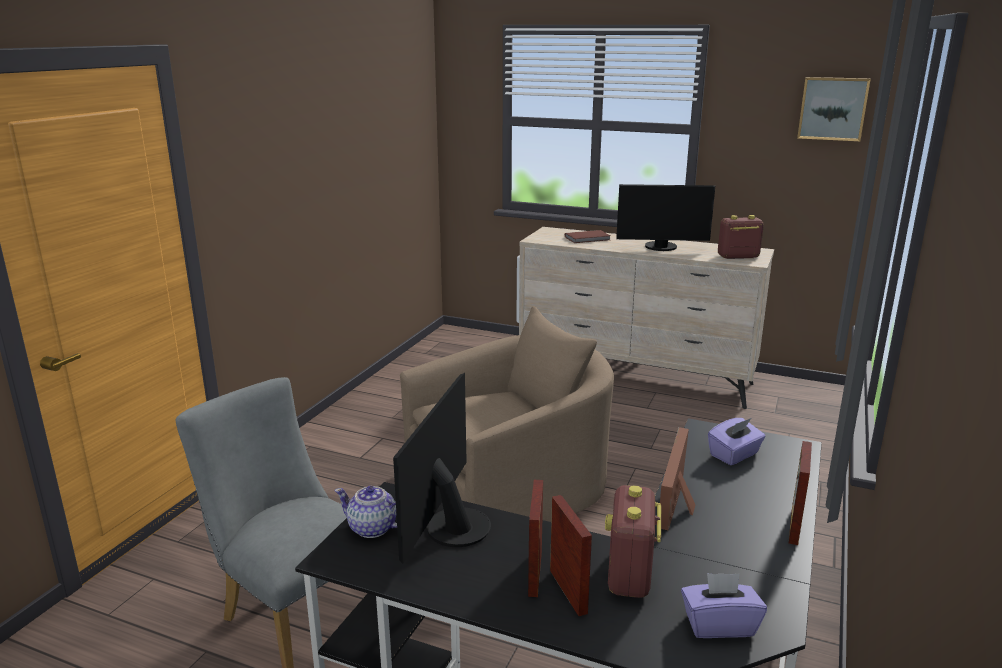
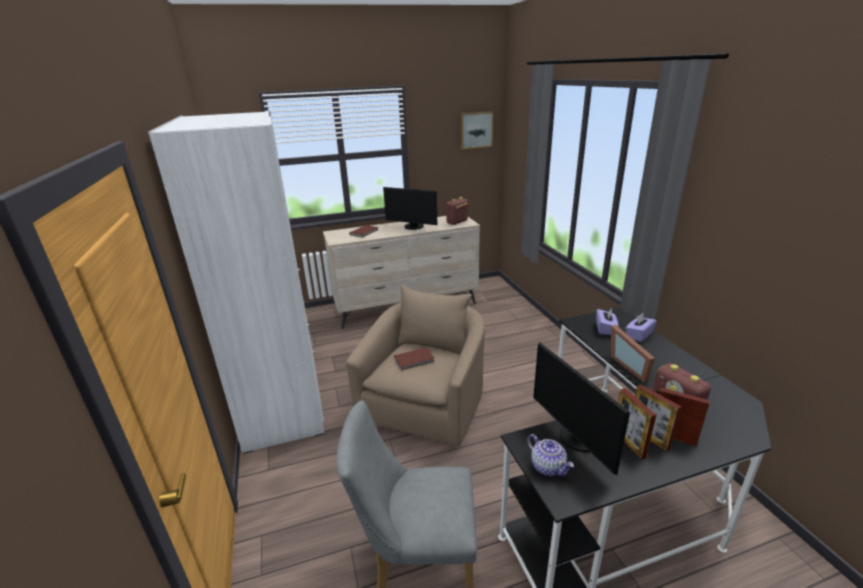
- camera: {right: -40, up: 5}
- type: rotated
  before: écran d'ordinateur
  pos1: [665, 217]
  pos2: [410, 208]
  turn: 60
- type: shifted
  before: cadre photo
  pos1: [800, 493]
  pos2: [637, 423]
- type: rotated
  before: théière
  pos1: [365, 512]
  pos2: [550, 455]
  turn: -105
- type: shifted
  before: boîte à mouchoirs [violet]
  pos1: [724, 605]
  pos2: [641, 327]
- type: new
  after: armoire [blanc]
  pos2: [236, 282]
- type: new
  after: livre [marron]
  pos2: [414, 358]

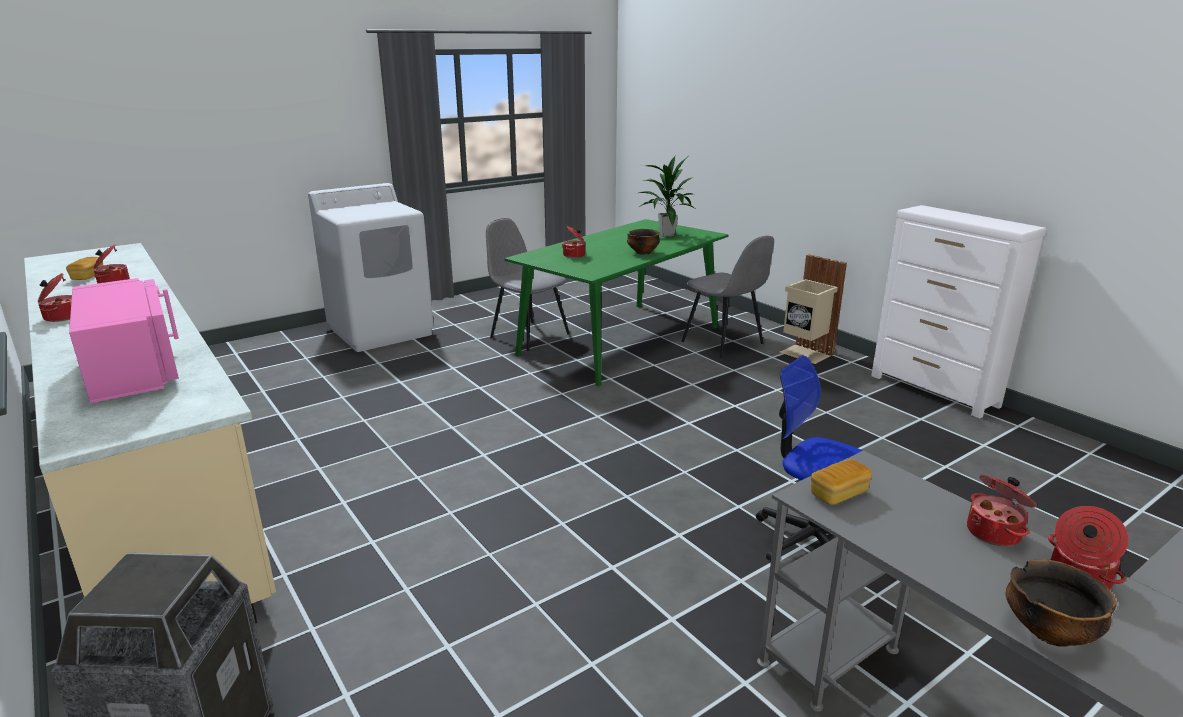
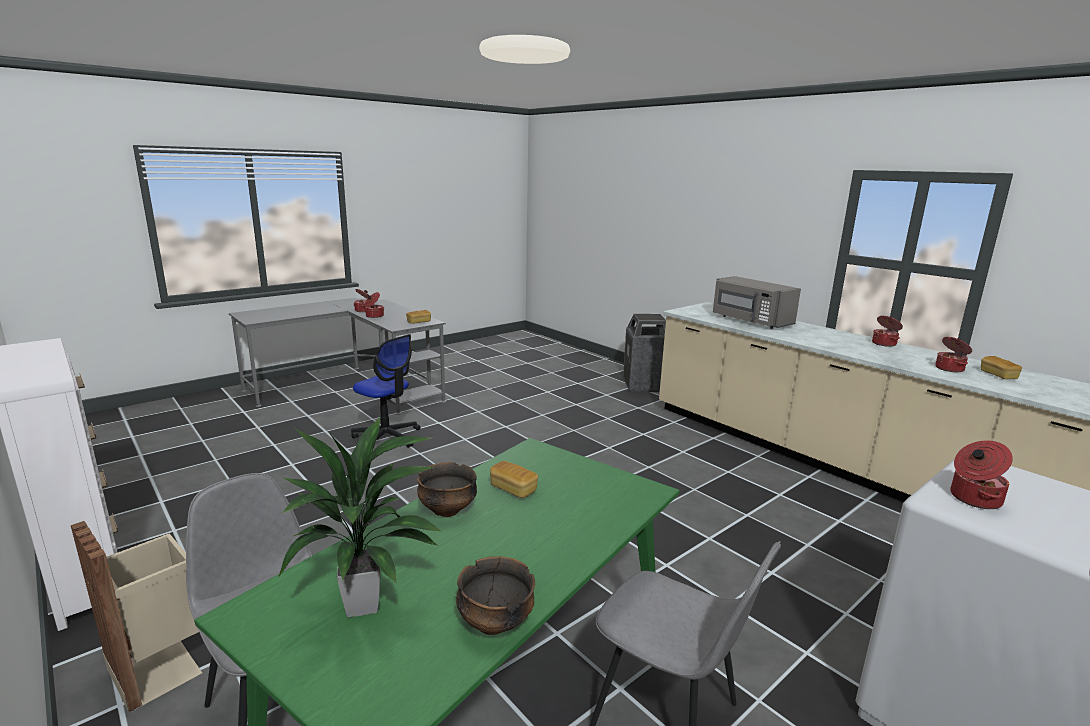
- camera: {right: 175, up: -5}
- type: shifted
  before: marmite
  pos1: [573, 242]
  pos2: [982, 474]
- type: repainted
  before: micro-ondes [rose]
  after: micro-ondes [gris]
  pos1: [124, 340]
  pos2: [757, 302]
- type: shifted
  before: bol
  pos1: [1061, 603]
  pos2: [495, 595]
- type: new
  after: pain
  pos2: [514, 479]

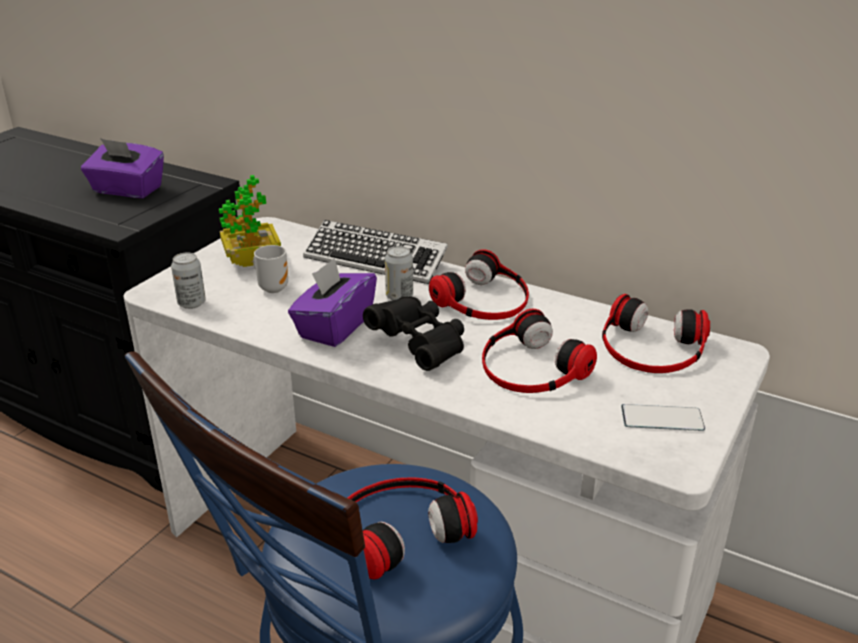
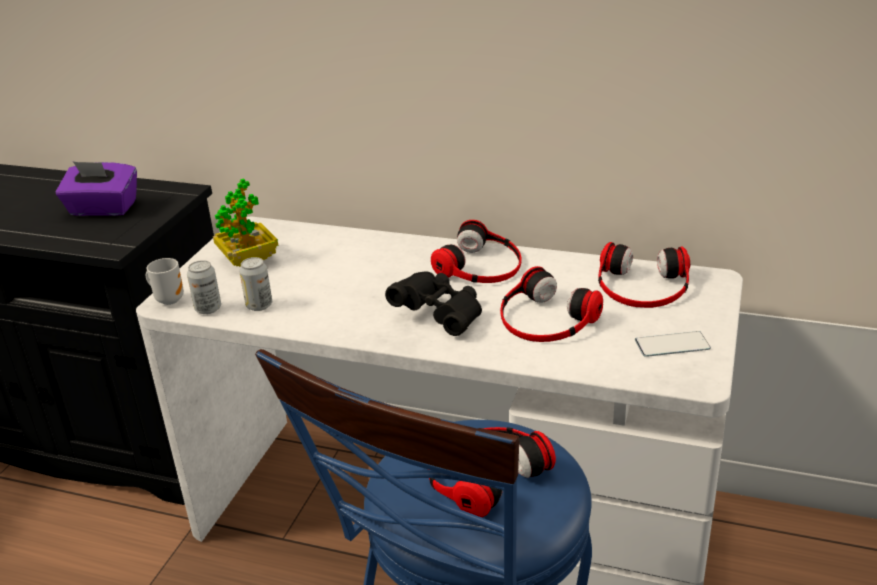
- camera: {right: -10, up: 0}
- type: gone
  before: clavier
  pos1: [375, 252]
- type: shifted
  before: mug
  pos1: [270, 269]
  pos2: [165, 281]
- type: shifted
  before: boîte métallique
  pos1: [399, 273]
  pos2: [255, 284]
- type: gone
  before: boîte à mouchoirs [violet]
  pos1: [332, 302]

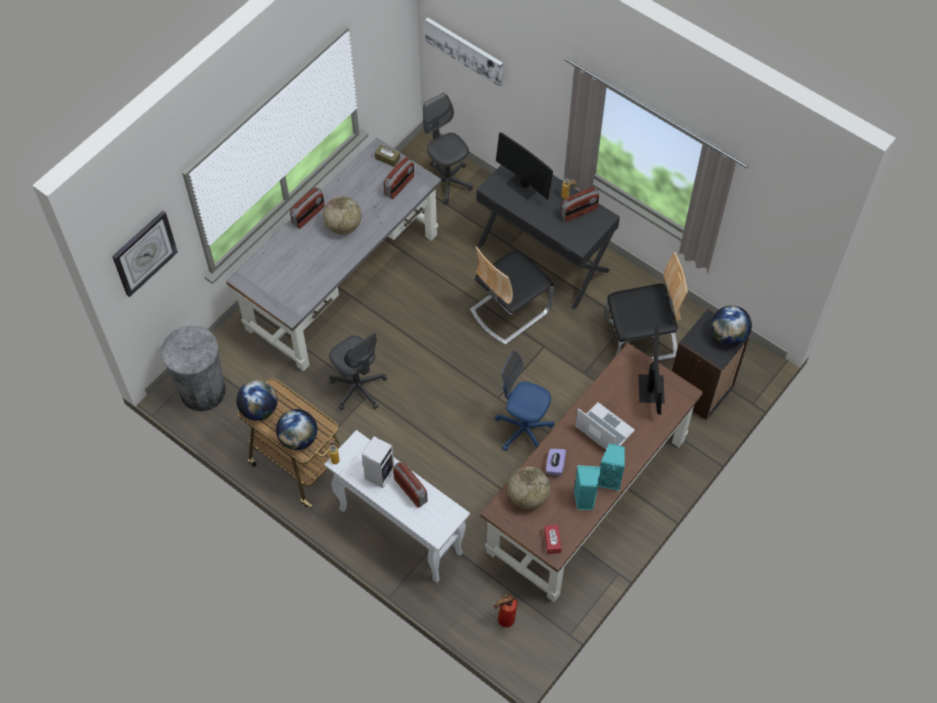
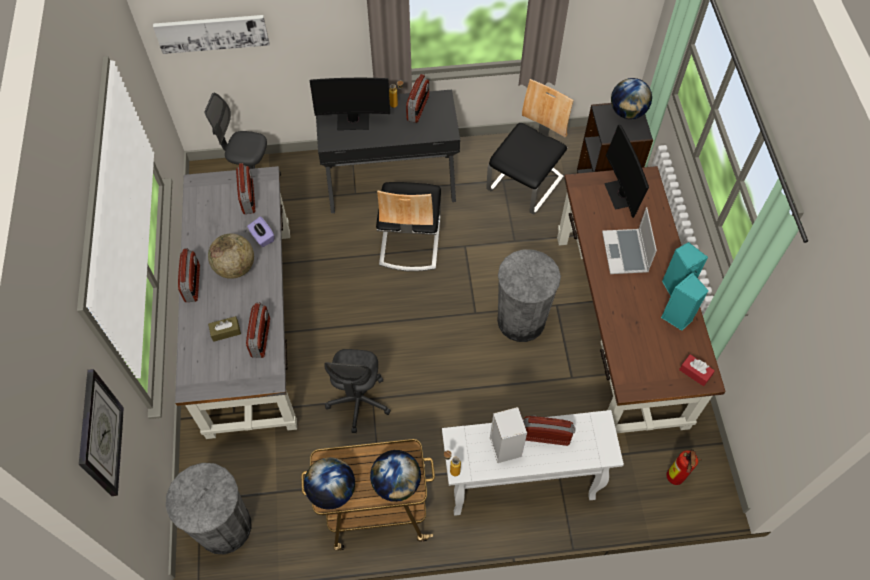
- camera: {right: -45, up: 0}
- type: shifted
  before: boîte à mouchoirs [marron]
  pos1: [387, 156]
  pos2: [224, 329]
- type: rotated
  before: écran d'ordinateur
  pos1: [651, 370]
  pos2: [626, 171]
  turn: -150
- type: rotated
  before: chaise de bureau [gris]
  pos1: [358, 371]
  pos2: [357, 391]
  turn: 90
- type: swapped
  before: chaise de bureau [bleu]
  after: poubelle [gris]
  pos1: [524, 401]
  pos2: [529, 295]
- type: rotated
  before: ordinateur portable
  pos1: [605, 426]
  pos2: [629, 240]
  turn: -90
- type: shifted
  before: boîte à mouchoirs [violet]
  pos1: [556, 462]
  pos2: [260, 232]
- type: gone
  before: globe
  pos1: [529, 487]
- type: new
  after: radio
  pos2: [258, 330]

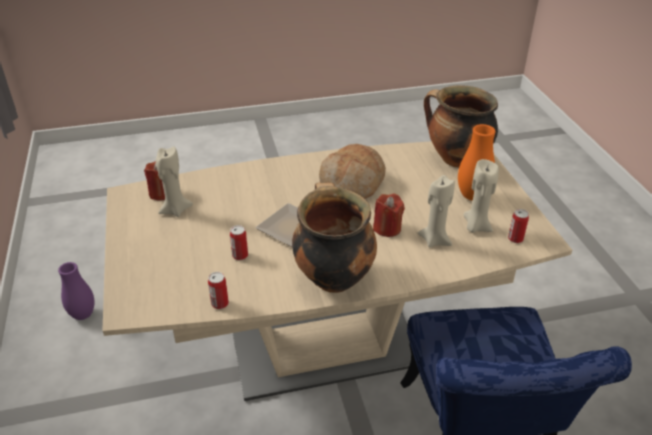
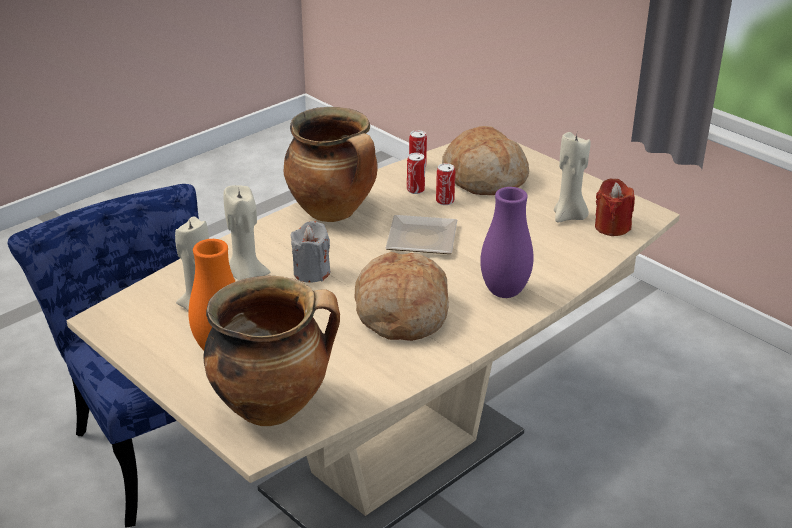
- camera: {right: 150, up: -5}
- type: repainted
  before: bougie [rouge]
  after: bougie [gris]
  pos1: [389, 215]
  pos2: [310, 252]
- type: shifted
  before: boîte métallique
  pos1: [518, 226]
  pos2: [416, 173]
- type: shifted
  before: vase [violet]
  pos1: [76, 291]
  pos2: [507, 242]
- type: new
  after: pain
  pos2: [485, 160]

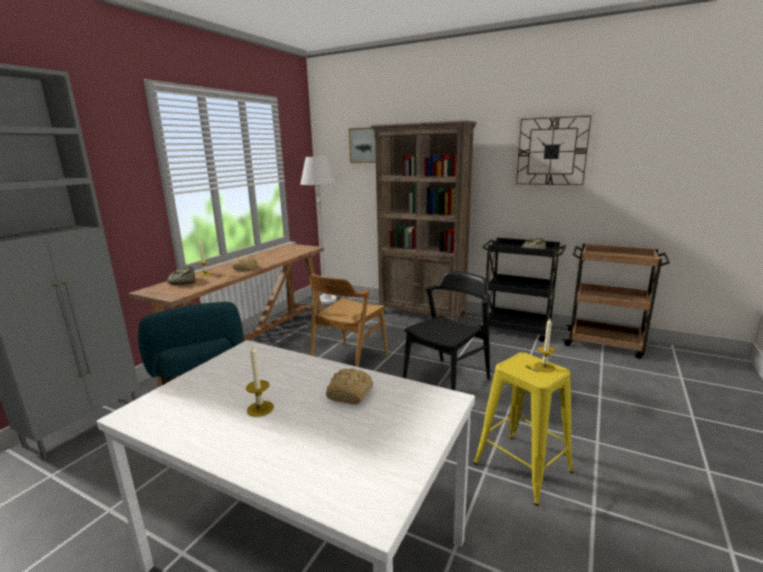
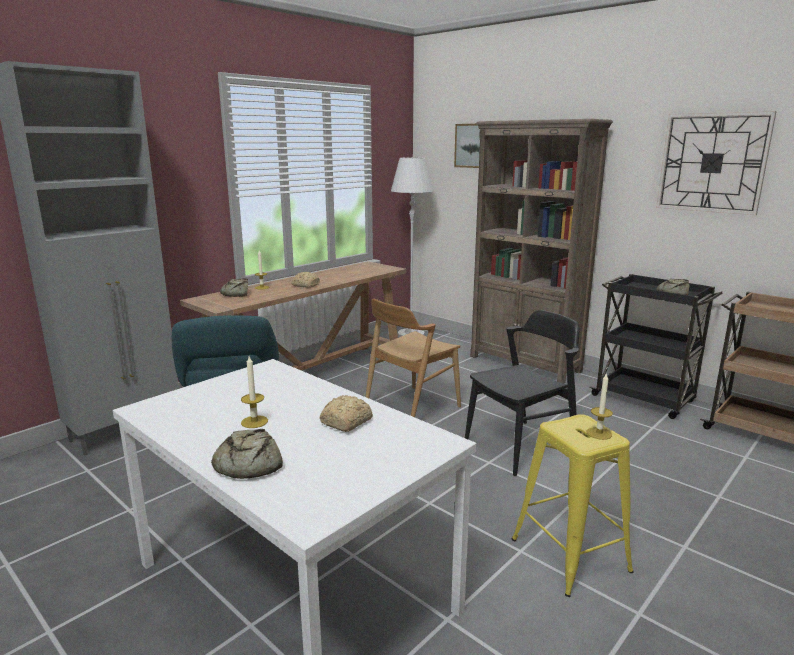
- camera: {right: 15, up: 0}
- type: new
  after: pain
  pos2: [247, 454]

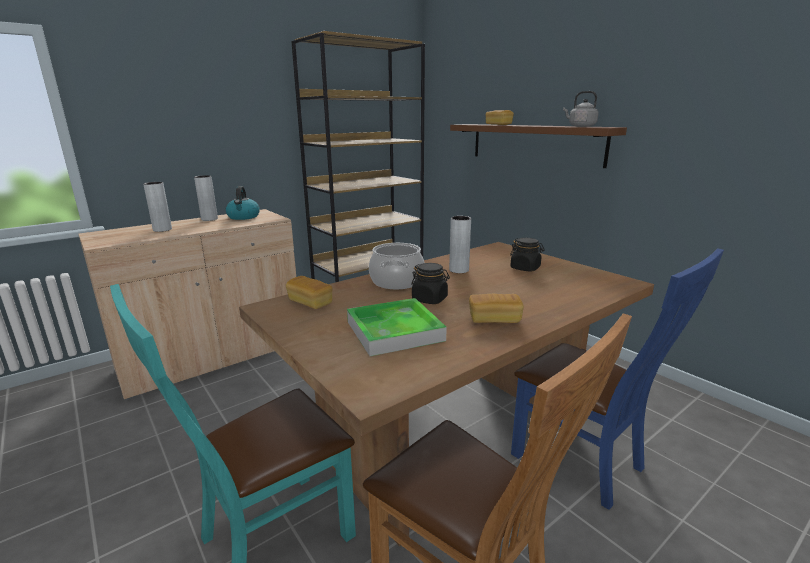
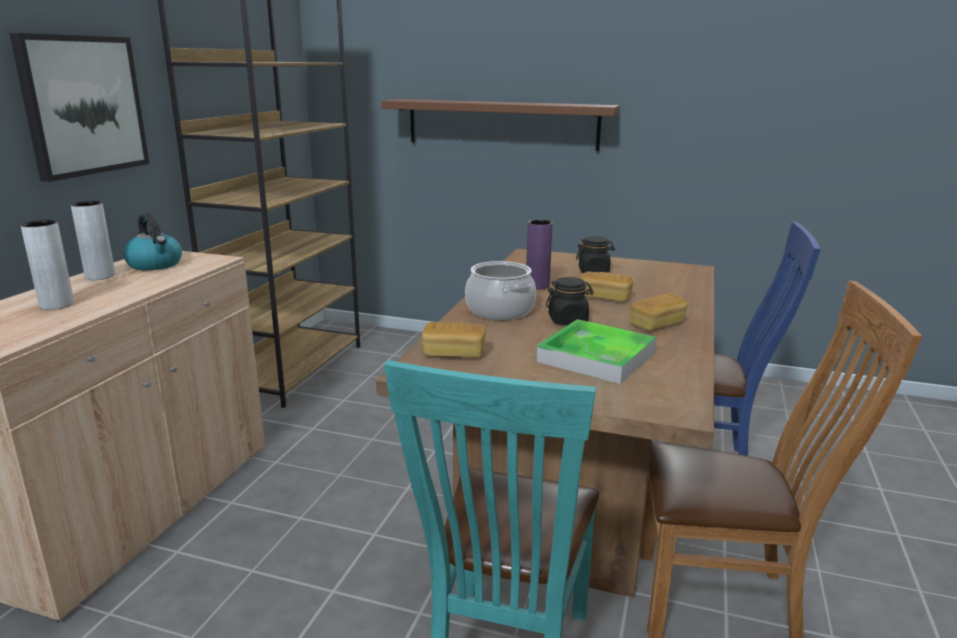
- camera: {right: -35, up: 0}
- type: gone
  before: bouilloire [gris]
  pos1: [580, 109]
- type: shifted
  before: pain
  pos1: [500, 117]
  pos2: [607, 286]
- type: repainted
  before: vase [gris]
  after: vase [violet]
  pos1: [460, 244]
  pos2: [539, 255]
- type: new
  after: tableau
  pos2: [79, 107]

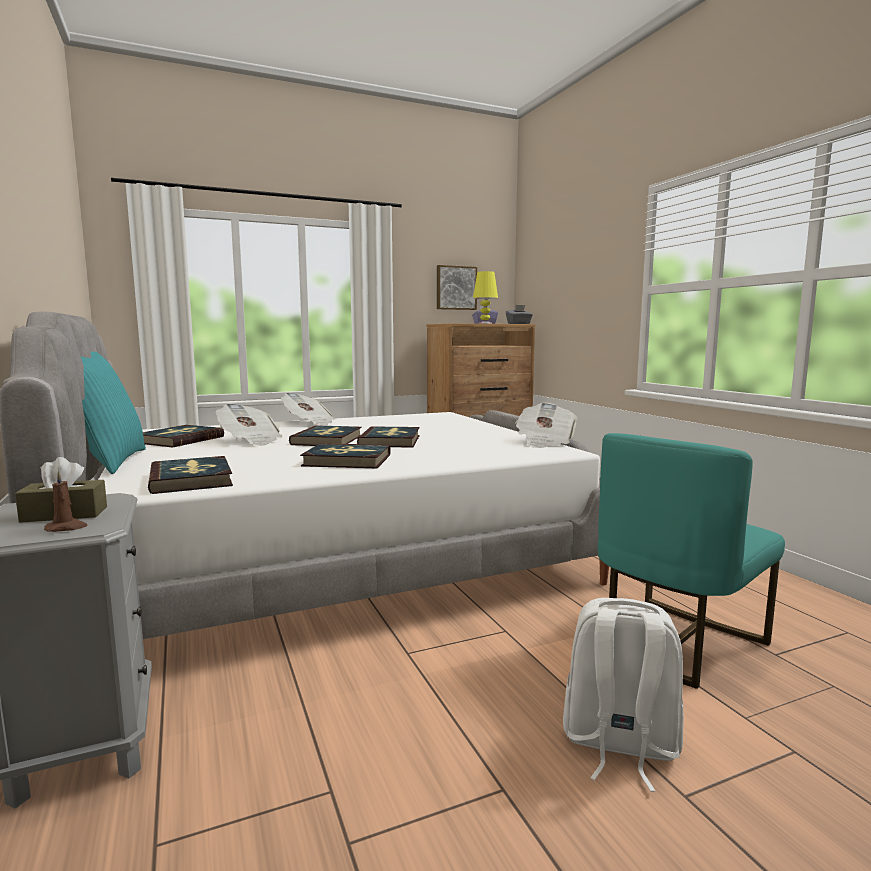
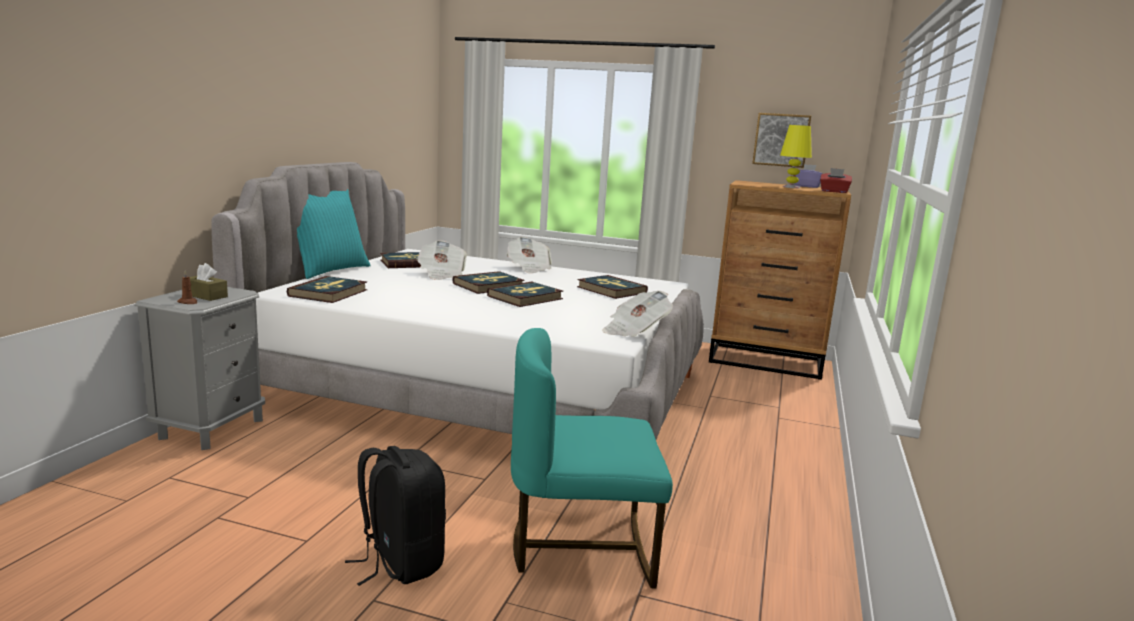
- camera: {right: 40, up: 5}
- type: repainted
  before: boîte à mouchoirs [gris]
  after: boîte à mouchoirs [rouge]
  pos1: [519, 314]
  pos2: [836, 180]
- type: shifted
  before: livre
  pos1: [345, 455]
  pos2: [612, 287]
- type: repainted
  before: sac à dos [blanc]
  after: sac à dos [noir]
  pos1: [623, 695]
  pos2: [395, 516]

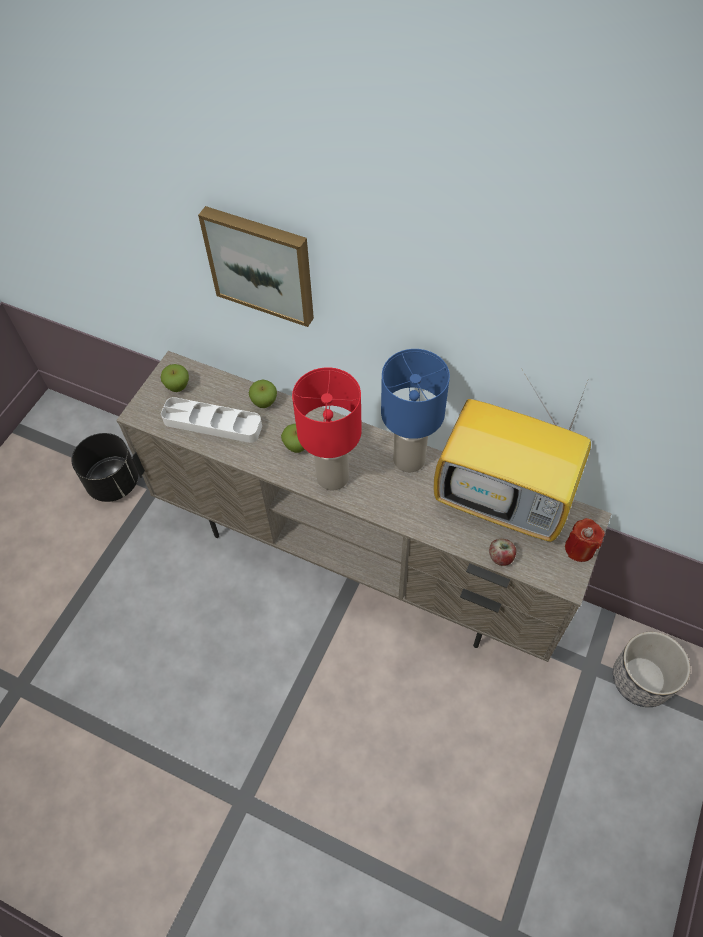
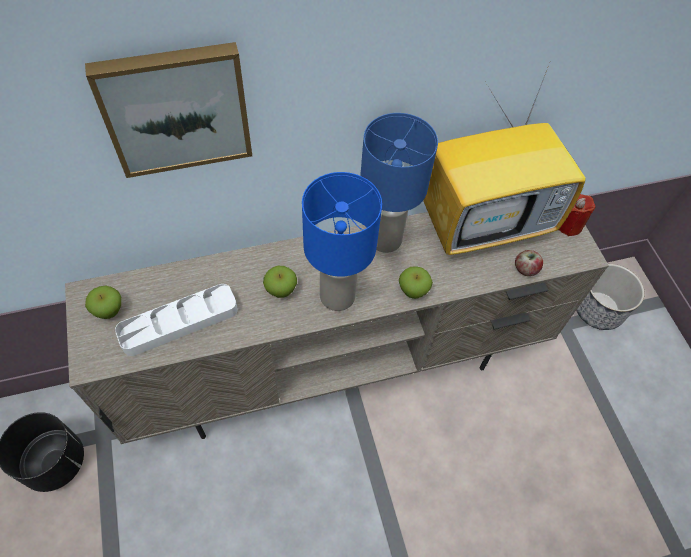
- camera: {right: -45, up: 0}
- type: repainted
  before: lampe de table [rouge]
  after: lampe de table [bleu]
  pos1: [327, 429]
  pos2: [342, 241]
- type: shifted
  before: pomme
  pos1: [263, 394]
  pos2: [416, 282]

